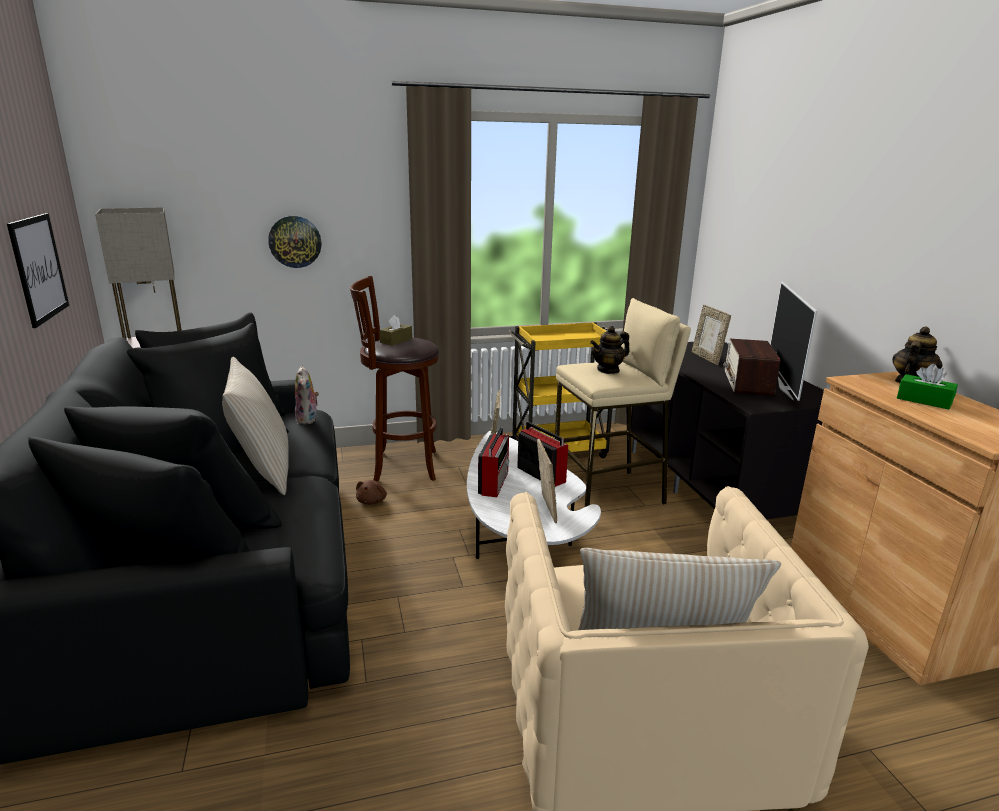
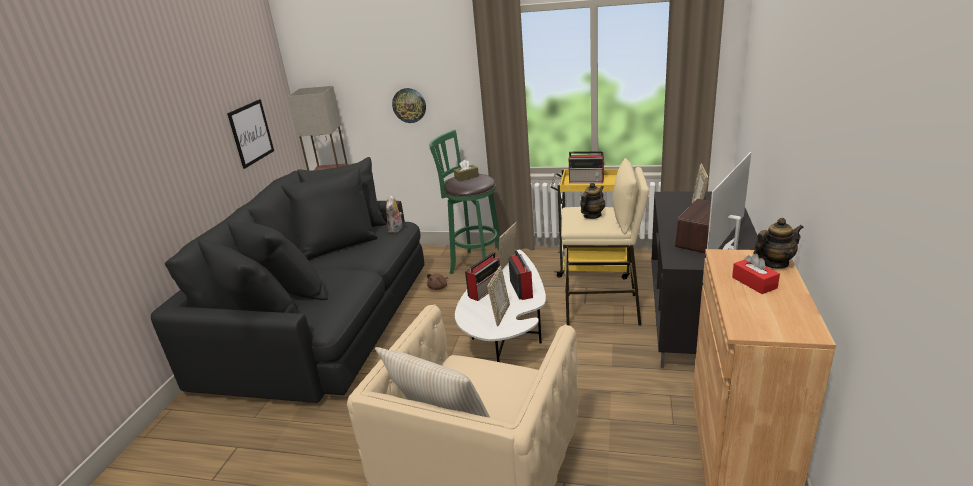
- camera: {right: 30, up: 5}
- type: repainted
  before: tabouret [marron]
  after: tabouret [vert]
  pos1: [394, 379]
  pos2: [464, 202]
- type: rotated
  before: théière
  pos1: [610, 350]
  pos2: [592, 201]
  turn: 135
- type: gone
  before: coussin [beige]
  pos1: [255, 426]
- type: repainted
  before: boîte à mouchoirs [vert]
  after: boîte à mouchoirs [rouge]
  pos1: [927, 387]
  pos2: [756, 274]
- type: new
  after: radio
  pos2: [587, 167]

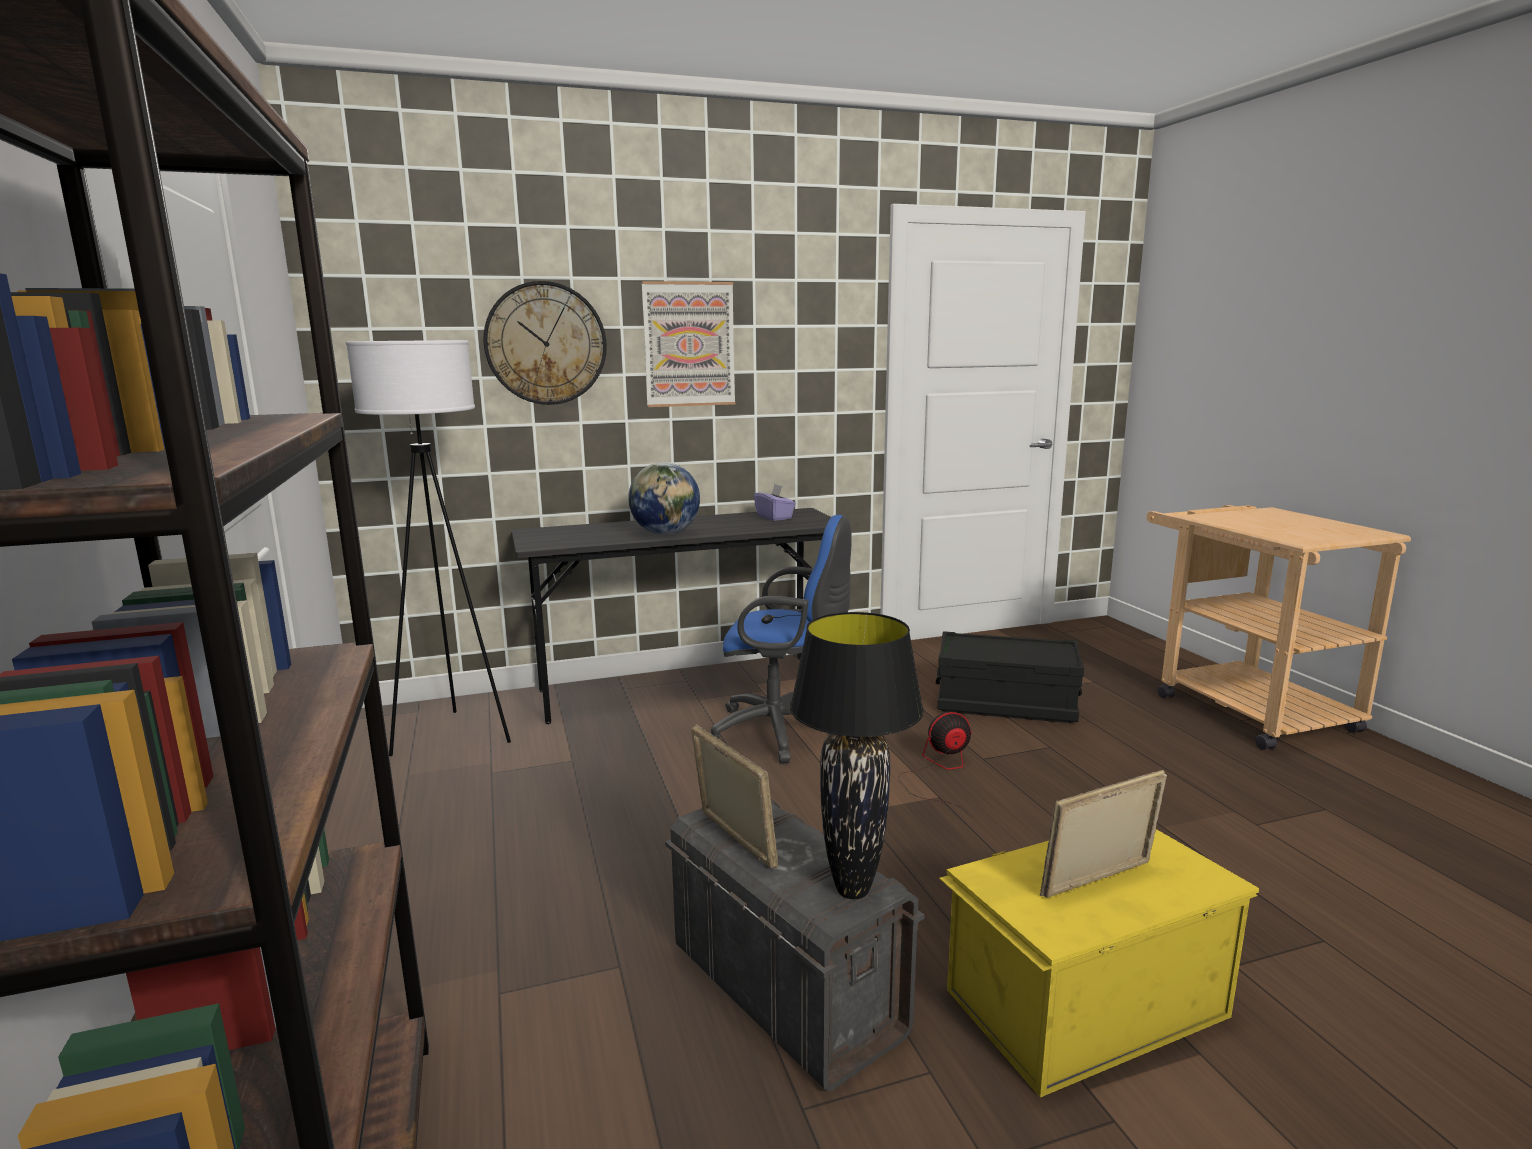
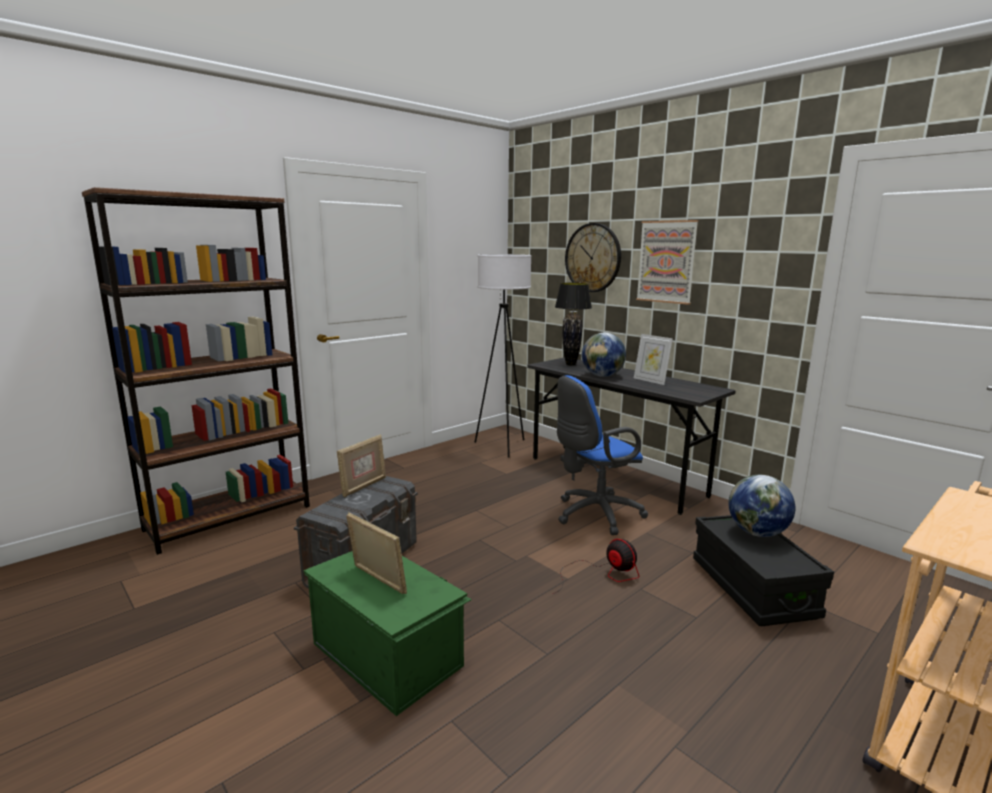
- camera: {right: 65, up: 0}
- type: gone
  before: boîte à mouchoirs [violet]
  pos1: [775, 502]
- type: rotated
  before: chaise de bureau [bleu]
  pos1: [781, 639]
  pos2: [602, 455]
  turn: 75
- type: shifted
  before: lampe de table [noir]
  pos1: [857, 755]
  pos2: [573, 324]
- type: repainted
  before: boîte de rangement [jaune]
  after: boîte de rangement [vert]
  pos1: [1099, 963]
  pos2: [388, 633]
- type: new
  after: cadre photo
  pos2: [653, 359]
- type: new
  after: globe
  pos2: [762, 506]

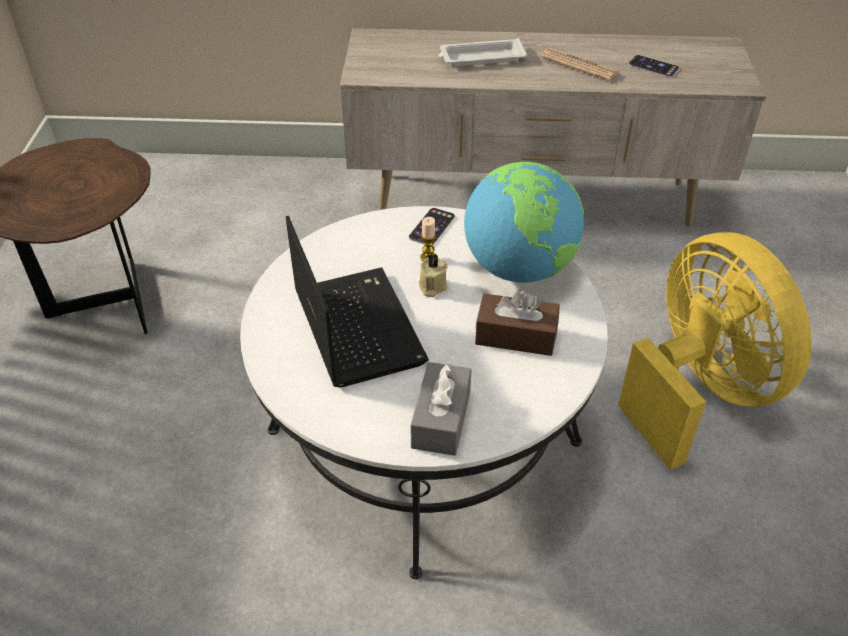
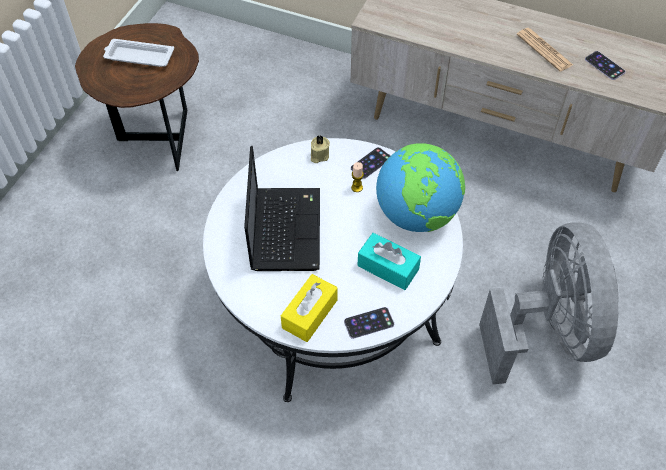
- camera: {right: 20, up: 10}
- type: shifted
  before: plateau [blanc]
  pos1: [482, 52]
  pos2: [138, 53]
- type: repainted
  before: ventilateur [jaune]
  after: ventilateur [gris]
  pos1: [715, 351]
  pos2: [549, 303]
- type: shifted
  before: bougie [beige]
  pos1: [433, 275]
  pos2: [320, 149]
- type: repainted
  before: boîte à mouchoirs [marron]
  after: boîte à mouchoirs [turquoise]
  pos1: [517, 323]
  pos2: [389, 261]
- type: repainted
  before: boîte à mouchoirs [gris]
  after: boîte à mouchoirs [jaune]
  pos1: [441, 409]
  pos2: [309, 308]
- type: new
  after: téléphone
  pos2: [369, 323]

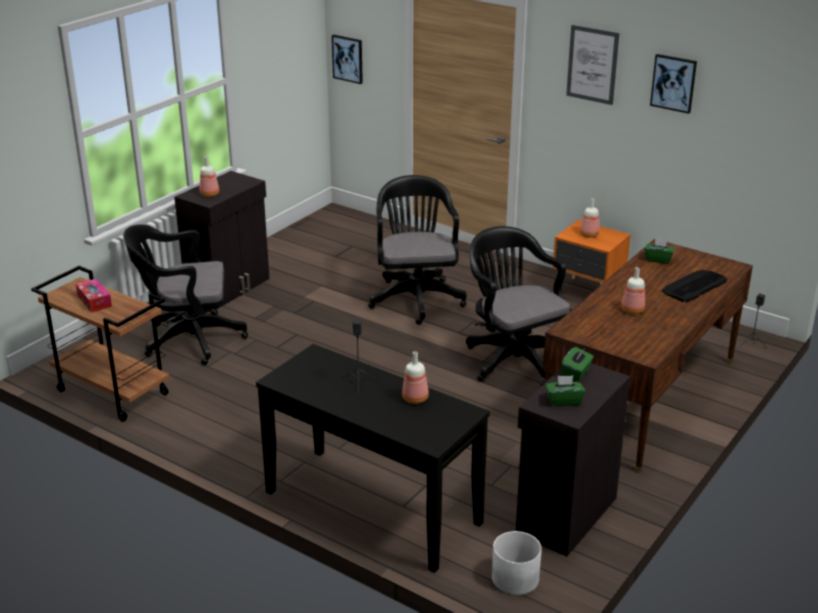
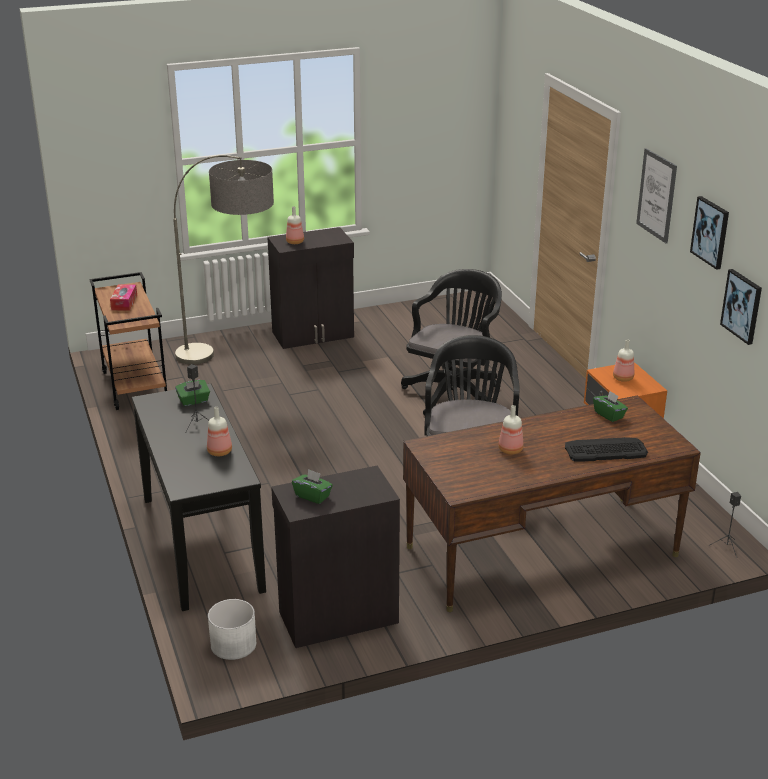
- camera: {right: 35, up: 0}
- type: shifted
  before: tableau
  pos1: [347, 59]
  pos2: [741, 307]
- type: swapped
  before: chaise de bureau [noir]
  after: lampadaire
  pos1: [185, 294]
  pos2: [223, 259]
- type: shifted
  before: boîte à mouchoirs [vert]
  pos1: [577, 364]
  pos2: [192, 393]

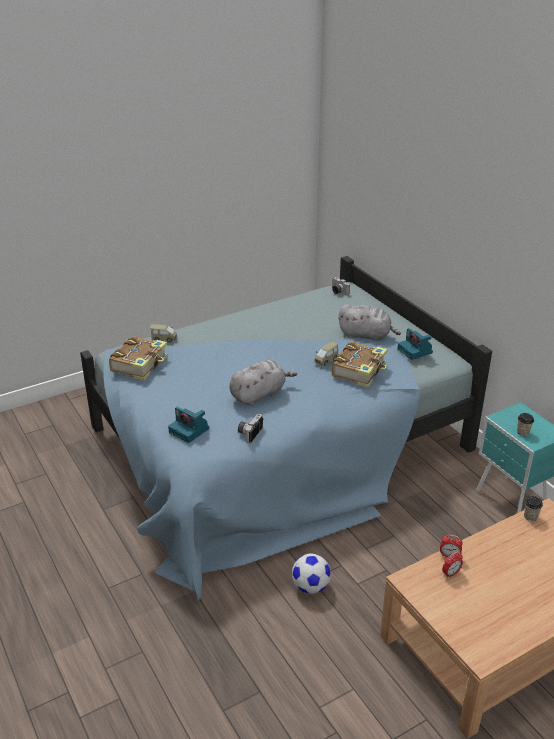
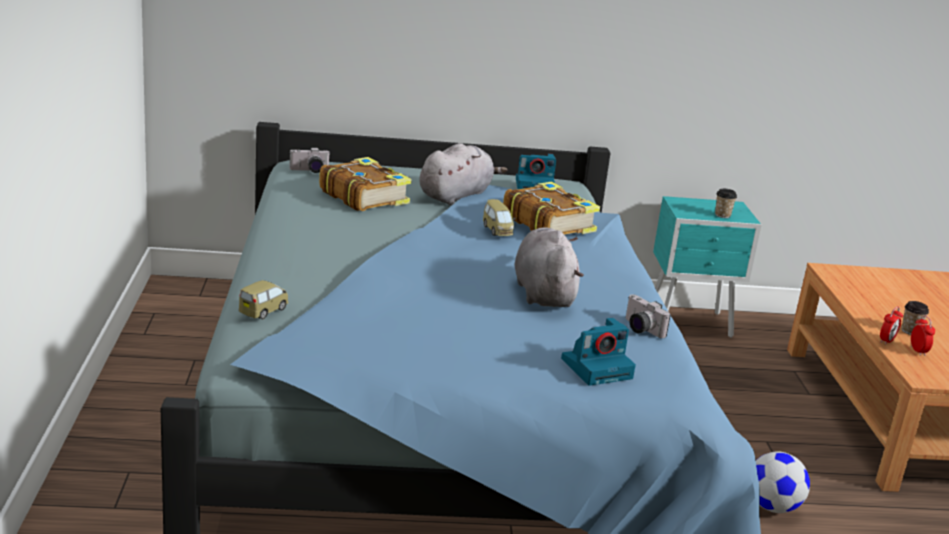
- camera: {right: -65, up: -10}
- type: shifted
  before: livre
  pos1: [138, 358]
  pos2: [365, 184]
- type: shifted
  before: tasse
  pos1: [533, 508]
  pos2: [915, 318]

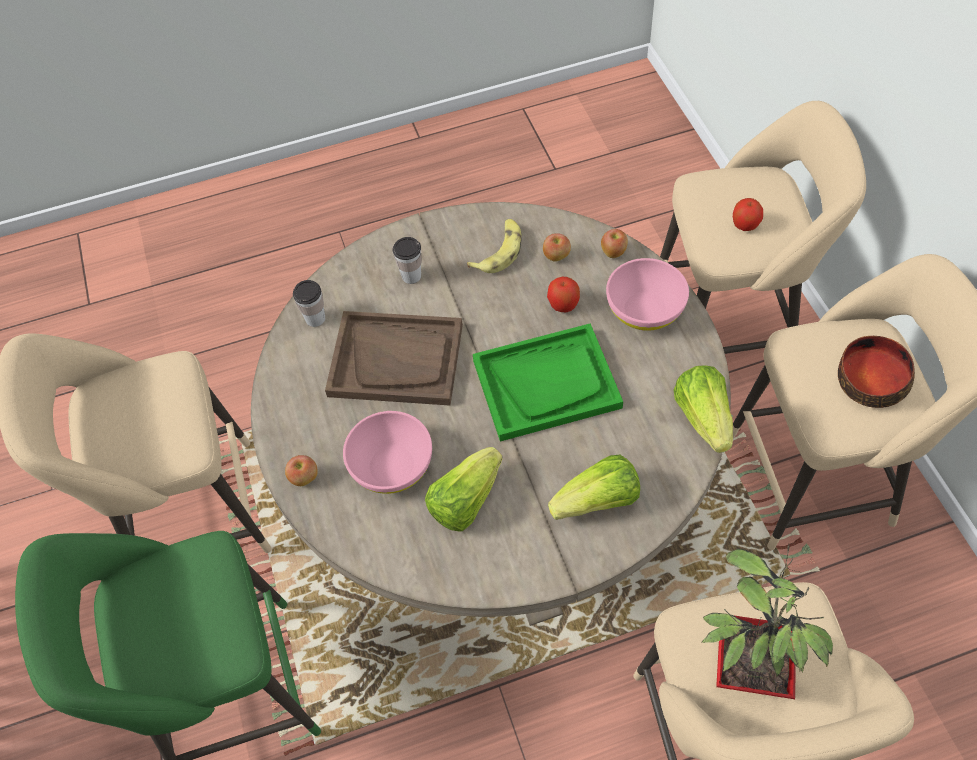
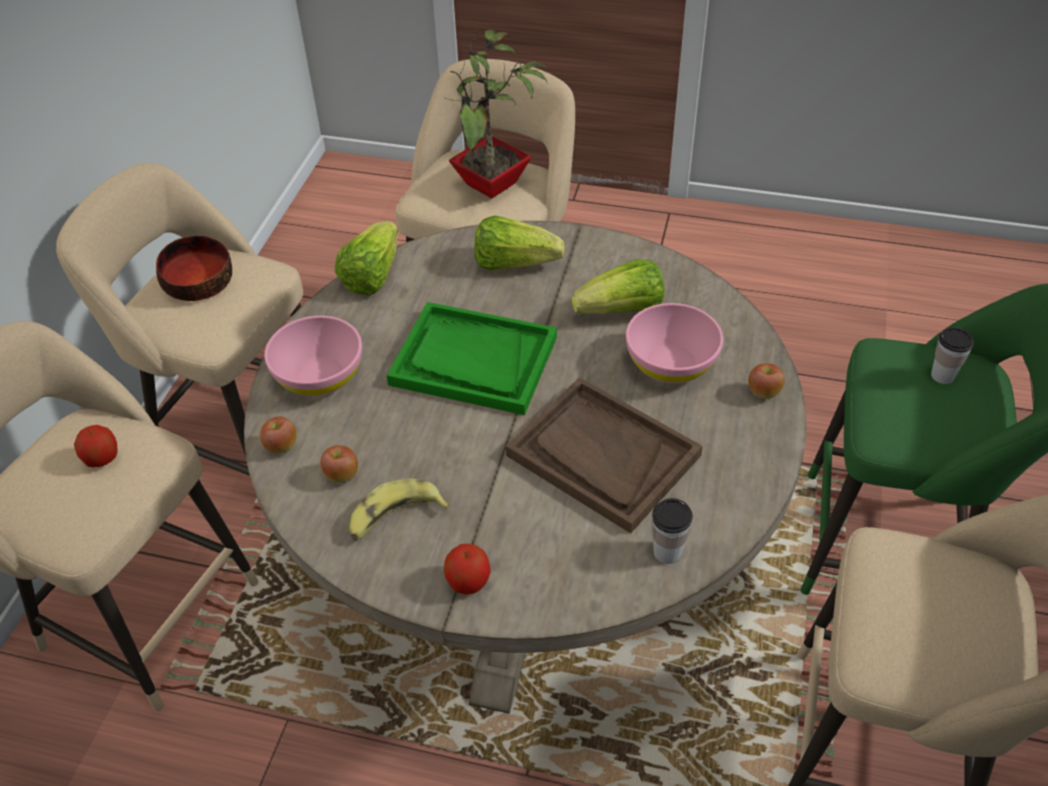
- camera: {right: -150, up: -10}
- type: shifted
  before: tasse
  pos1: [406, 260]
  pos2: [952, 355]
- type: shifted
  before: pomme
  pos1: [563, 294]
  pos2: [467, 568]

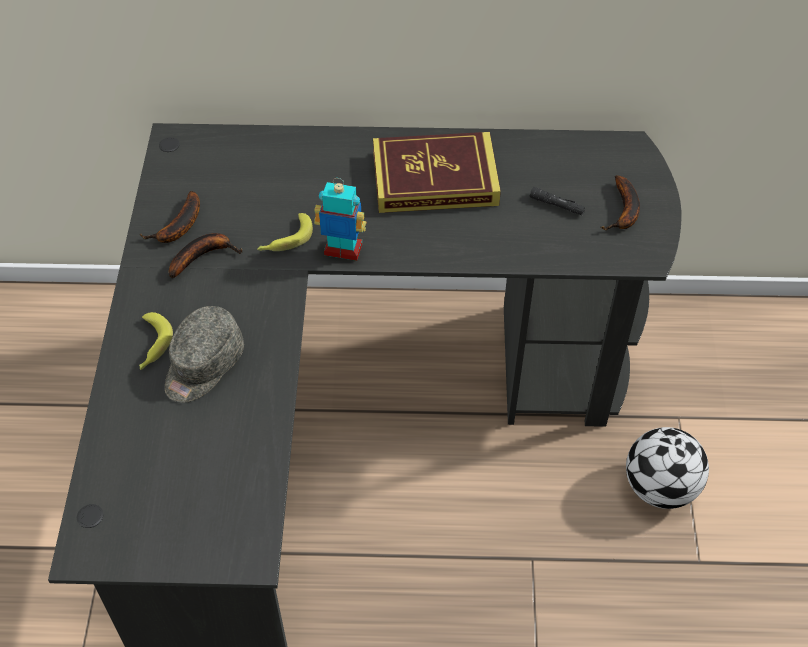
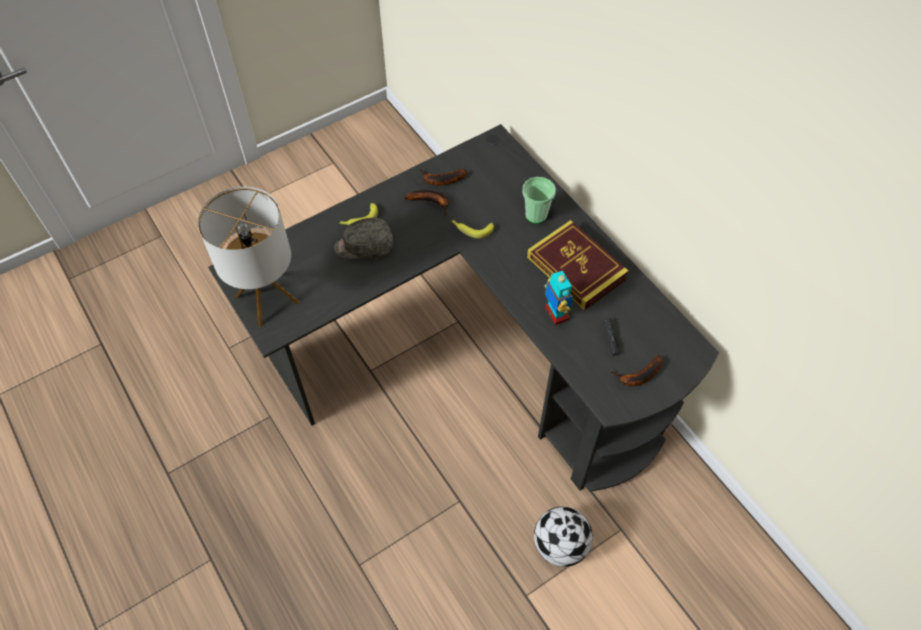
- camera: {right: 55, up: 5}
- type: shifted
  before: robot jouet
  pos1: [340, 219]
  pos2: [559, 298]
- type: new
  after: tasse
  pos2: [539, 200]
- type: new
  after: lampe de table
  pos2: [249, 257]

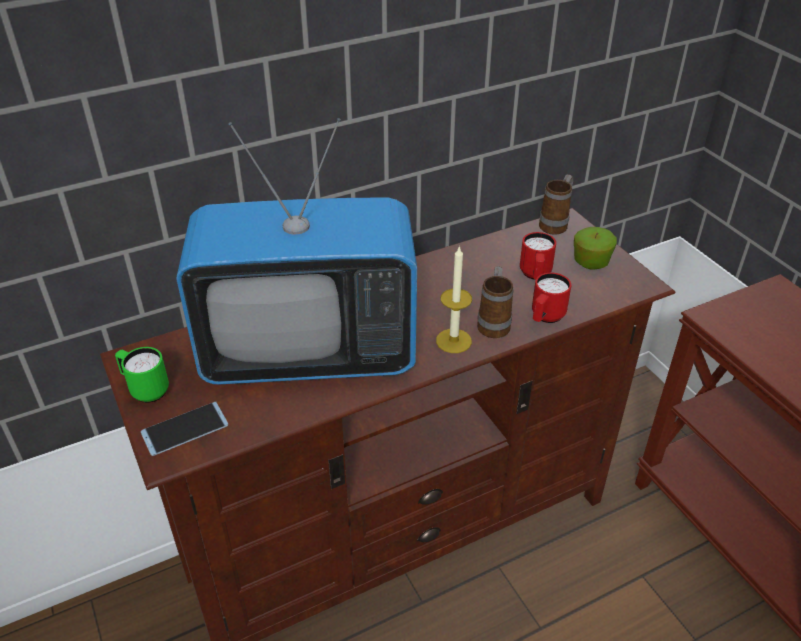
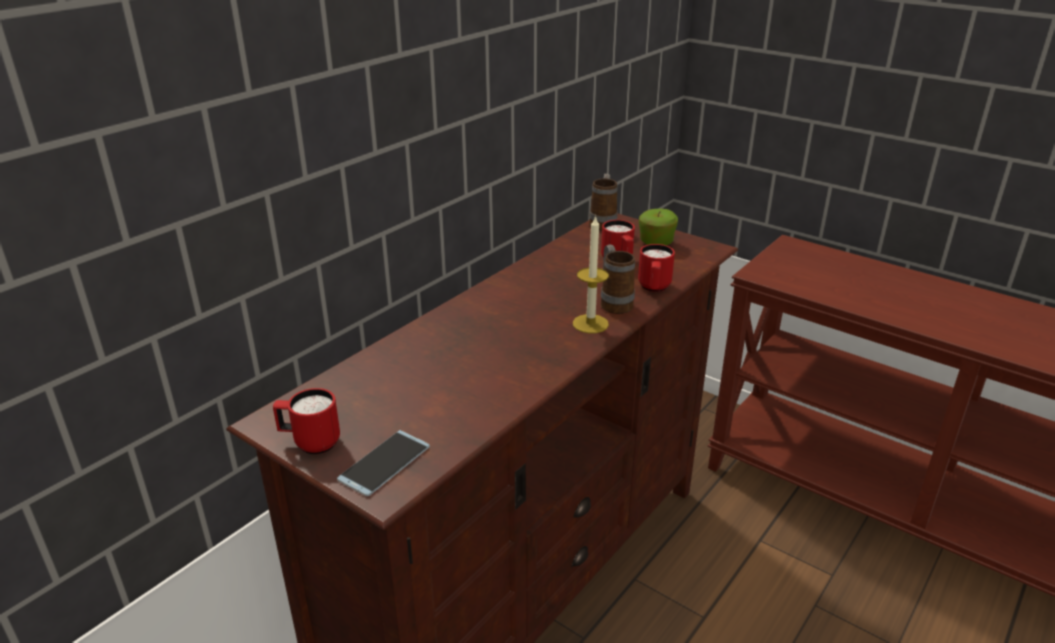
- camera: {right: -25, up: -10}
- type: gone
  before: téléviseur
  pos1: [296, 251]
- type: repainted
  before: mug [vert]
  after: mug [rouge]
  pos1: [142, 375]
  pos2: [306, 421]

